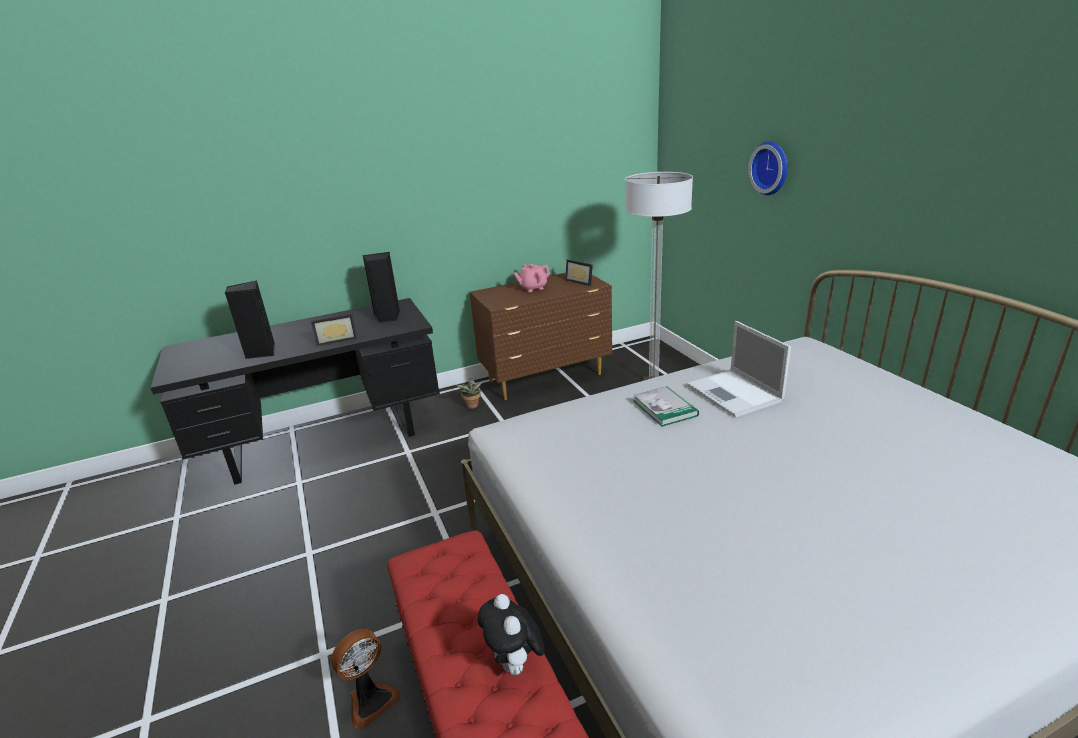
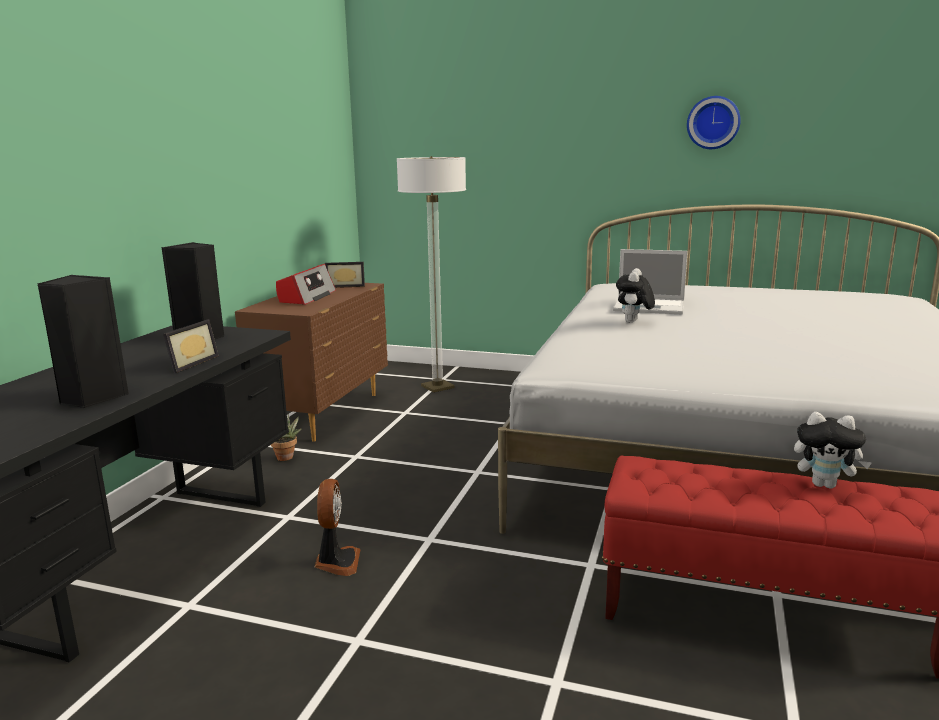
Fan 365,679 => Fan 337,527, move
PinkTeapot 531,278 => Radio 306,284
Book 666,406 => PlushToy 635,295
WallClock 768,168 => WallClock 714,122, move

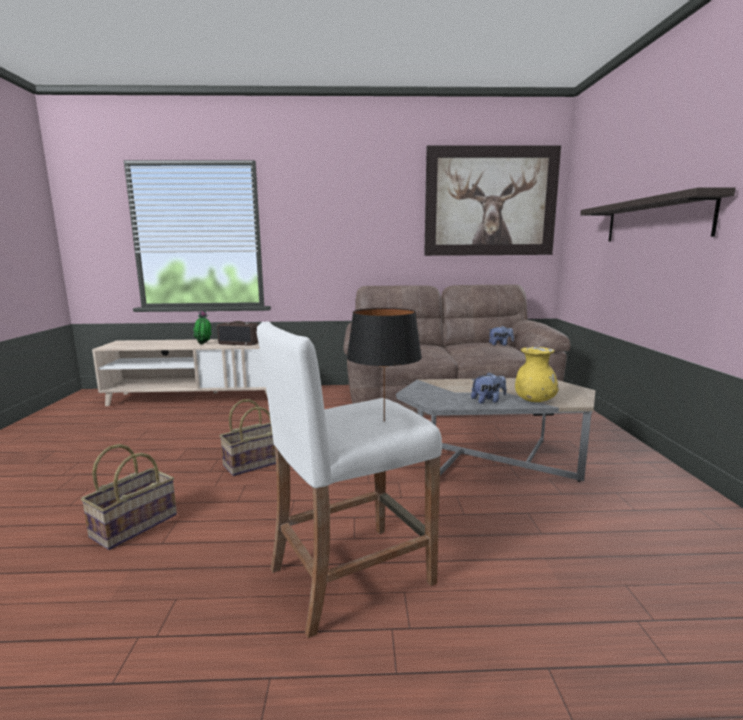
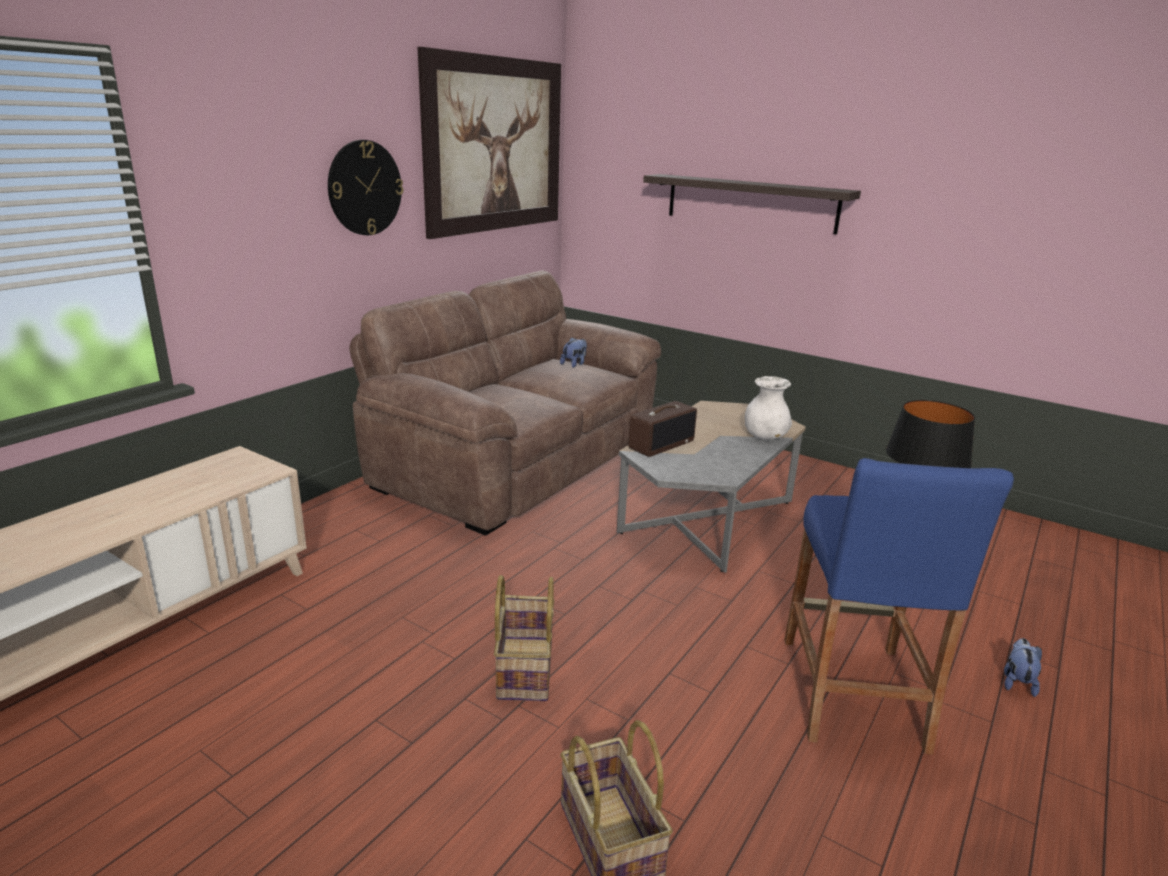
PottedPlant 202,327 => nothing
Radio 238,333 => Radio 662,429, move
WhiteStool 349,480 => BlueStool 899,606
PlushToy 488,388 => PlushToy 1023,667, move
YellowVase 536,374 => WhiteVase 768,408
nothing => WallClock 365,187

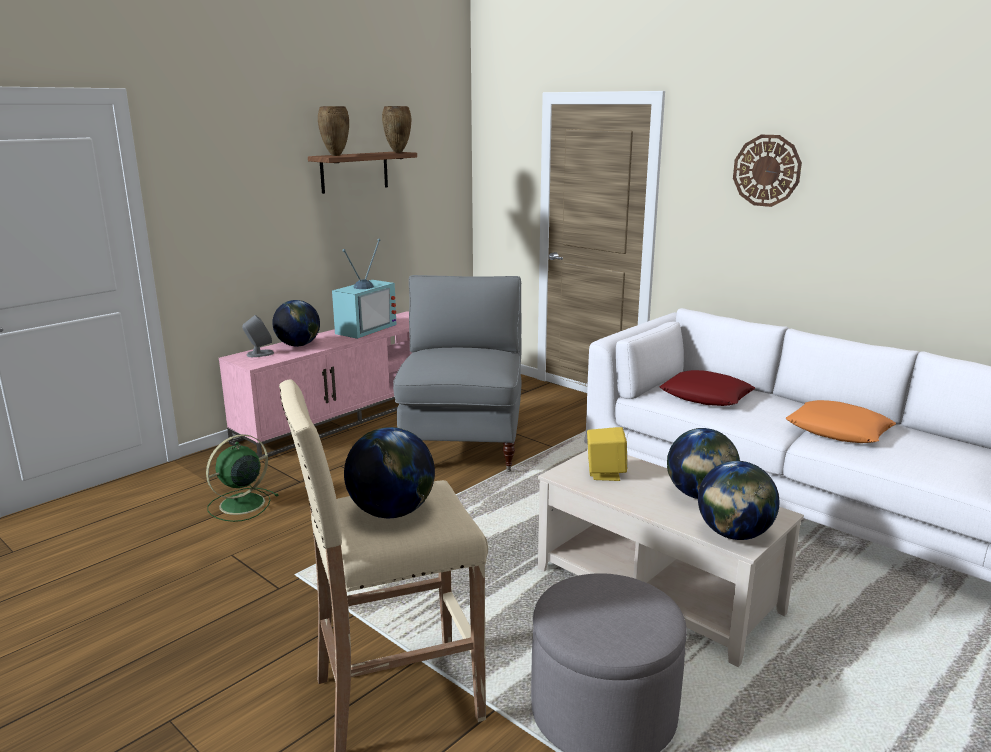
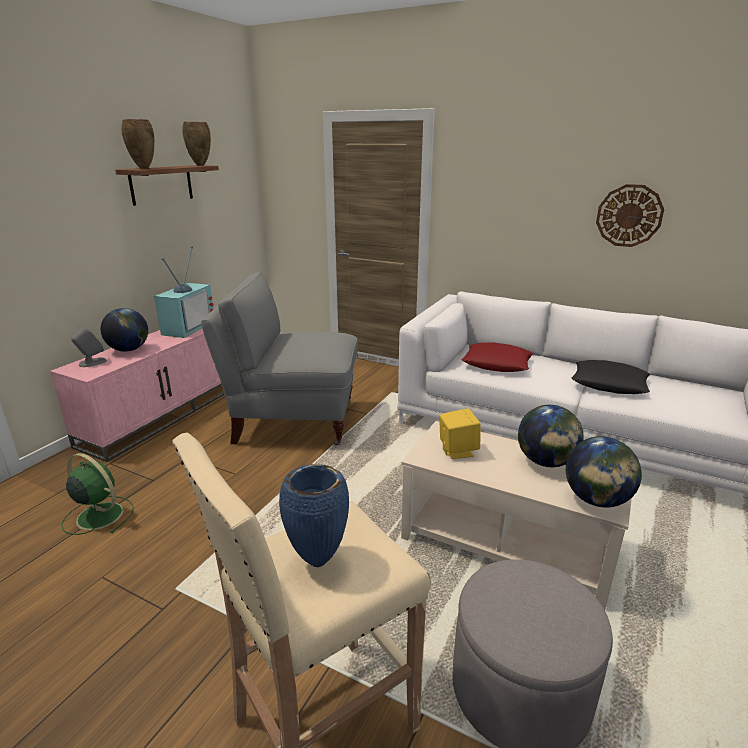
GreenFan 242,478 => GreenFan 97,494, 90 degrees clockwise
Globe 389,472 => BlueVase 314,515
GreyArmchair 457,373 => GreyArmchair 279,359, 75 degrees counterclockwise
WallClock 767,171 => WallClock 630,215, move
OrangePillow 841,421 => BlackPillow 610,377

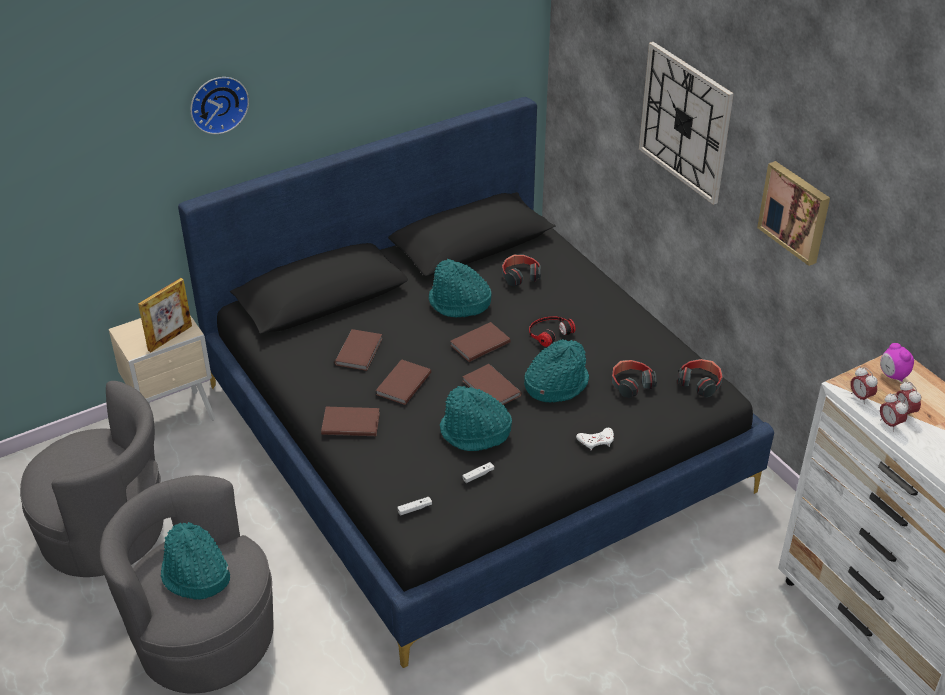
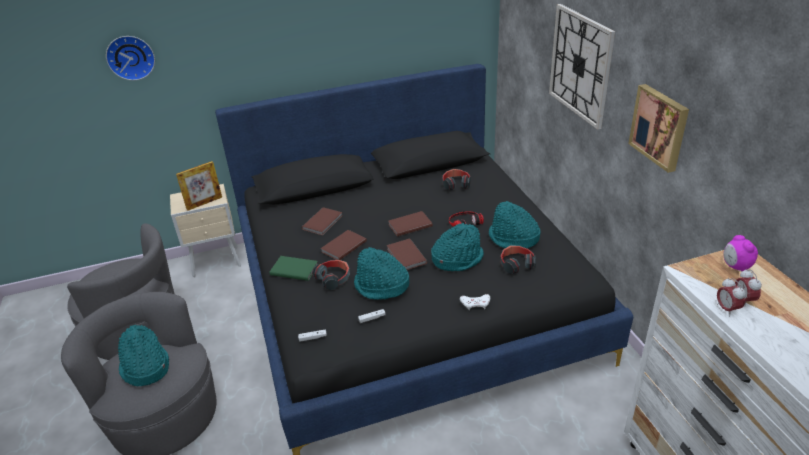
WallClock 219,105 => WallClock 130,58, move
BrownBook 350,421 => GreenBook 294,268
TurquoiseHat 460,288 => TurquoiseHat 515,224, move
Headphones 700,378 => Headphones 331,275, move
AlarmClock 864,386 => nothing

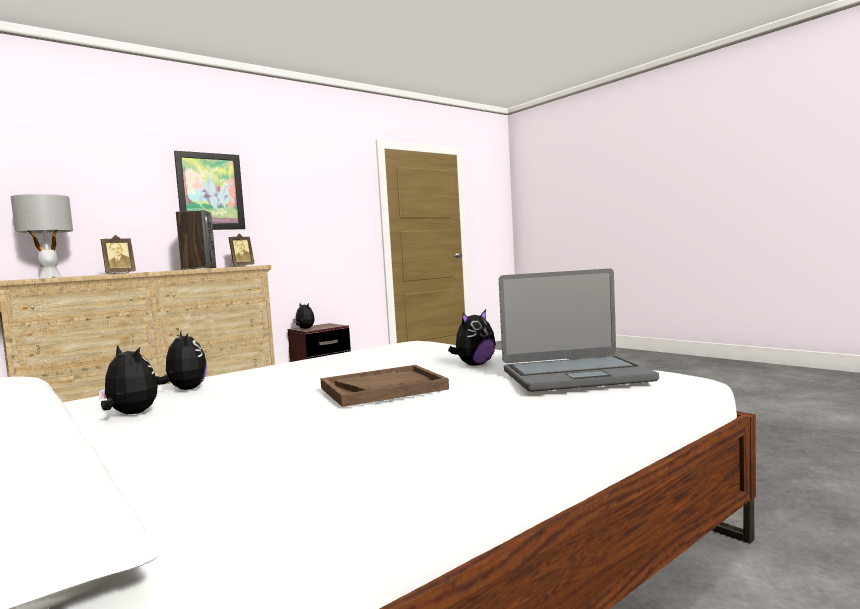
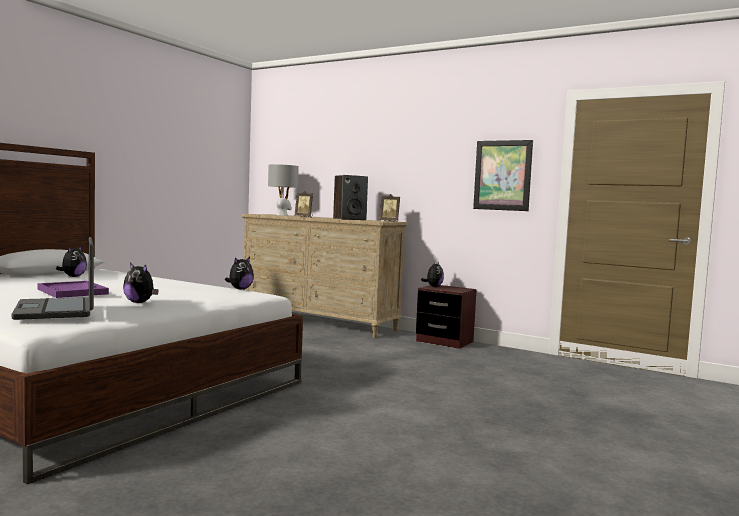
PlushToy 181,360 => PlushToy 239,273, move
Picture 209,190 => Picture 503,175, move
BrownTray 384,386 => PurpleTray 73,289

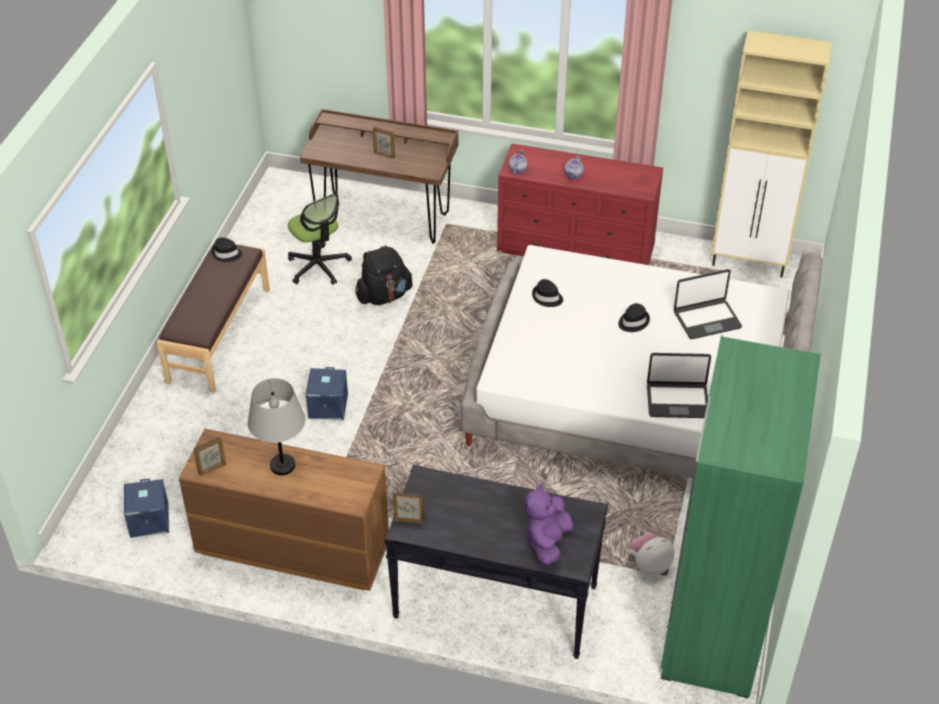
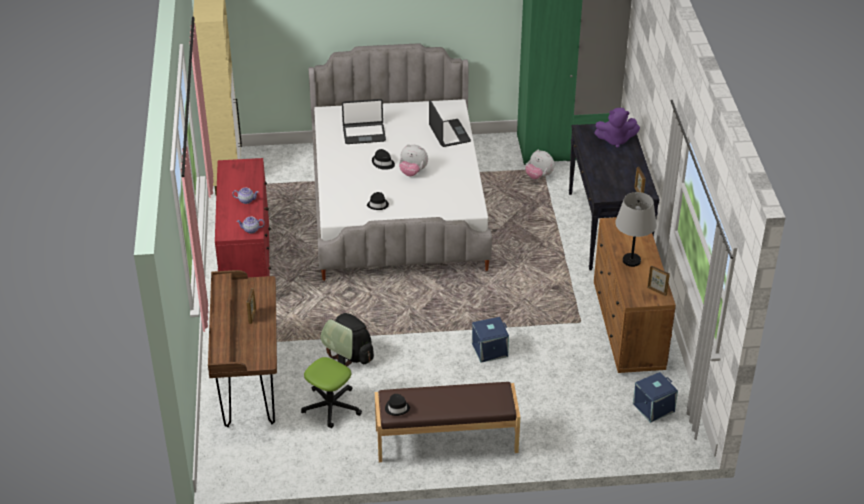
Laptop 708,304 => Laptop 364,121, 120 degrees clockwise
nothing => PlushToy 413,160

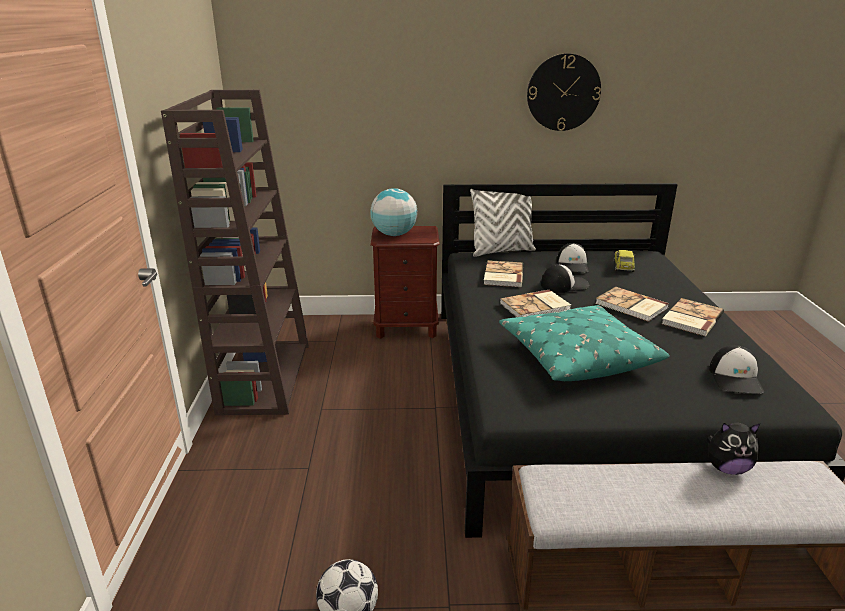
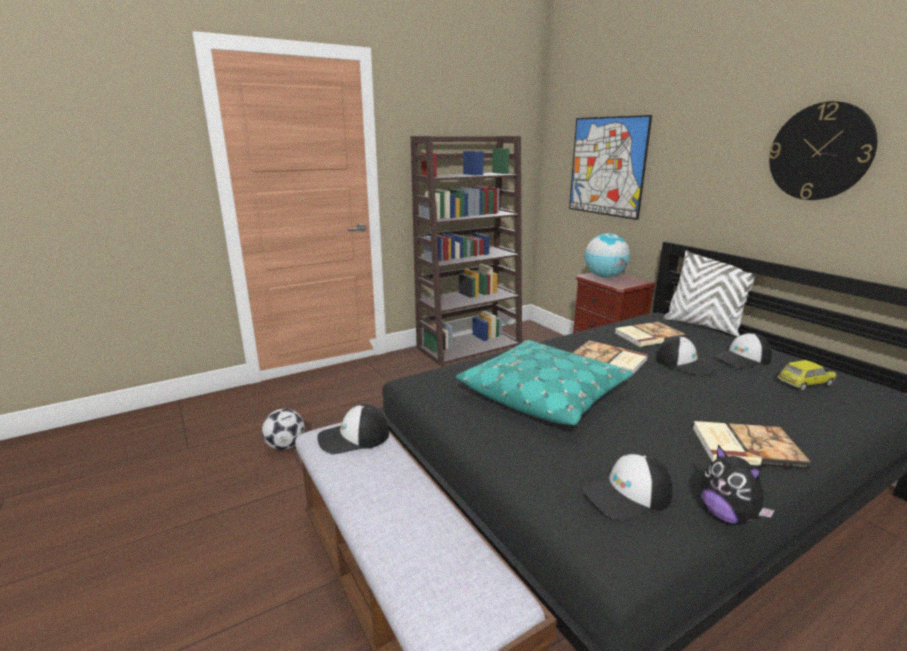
Book 632,304 => nothing
PlushToy 733,449 => PlushToy 737,485, move
nothing => Cap 353,428
nothing => Picture 610,167

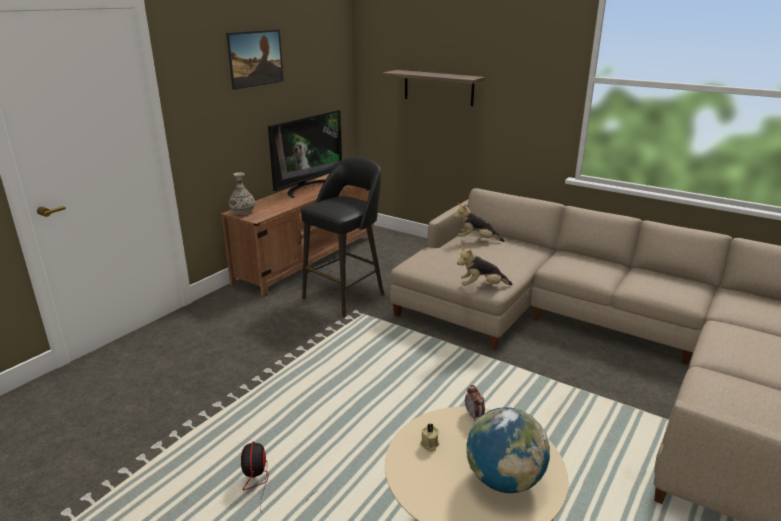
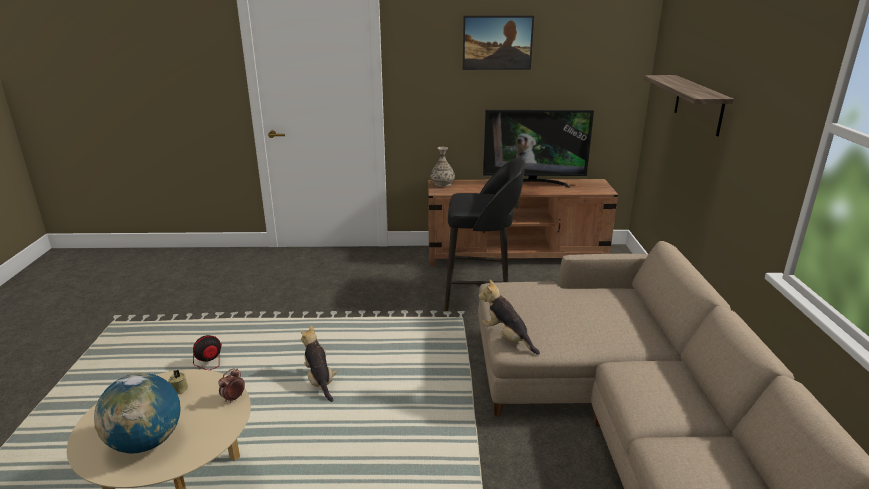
PlushToy 479,222 => PlushToy 319,363, move

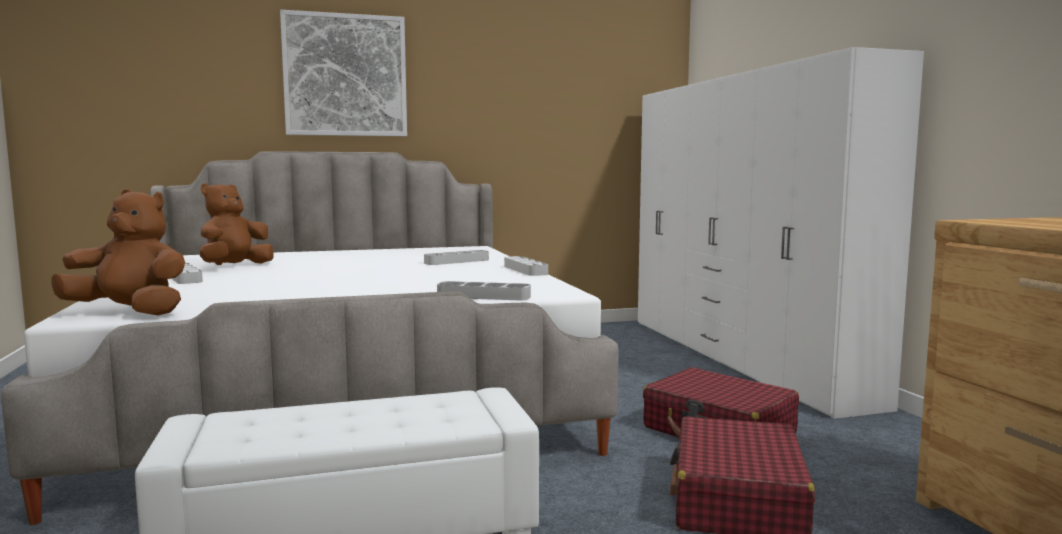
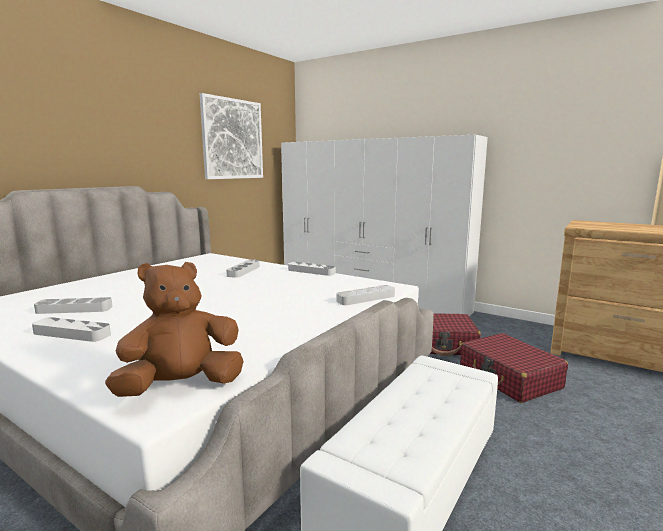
BrownPlushToy 237,224 => GreyTray 73,305
Picture 343,73 => Picture 231,136, move

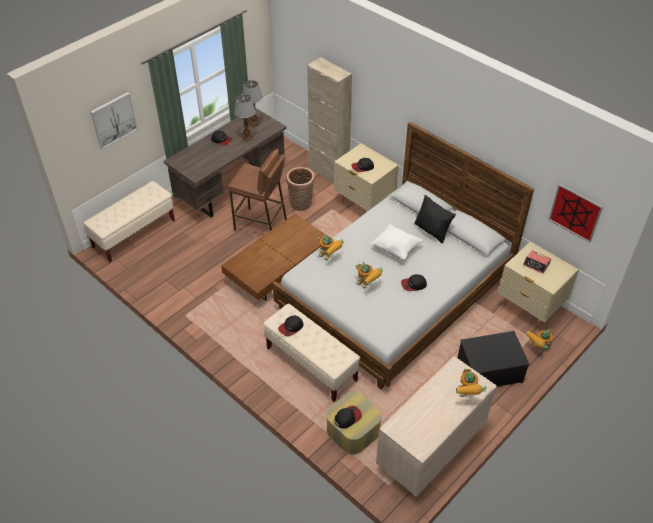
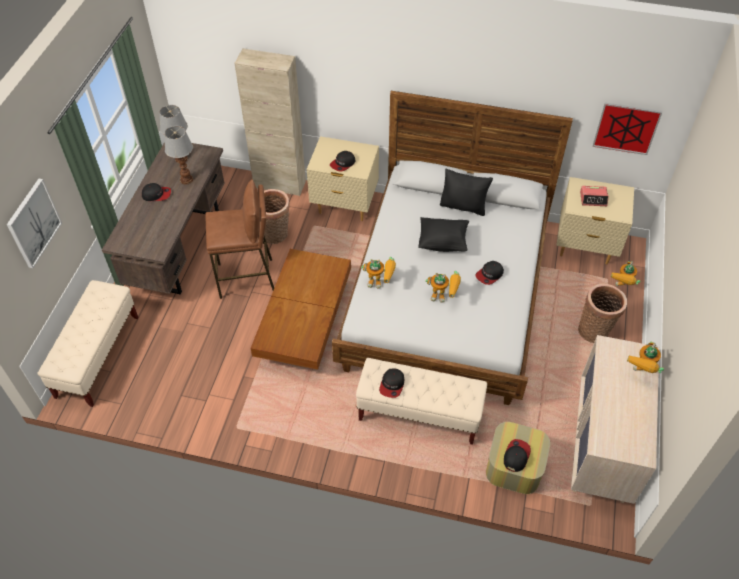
WhitePillow 398,242 => BlackPillow 443,234
ToyRobot 471,382 => ToyRobot 645,357, 60 degrees clockwise
StorageBox 494,359 => Basket 602,313

